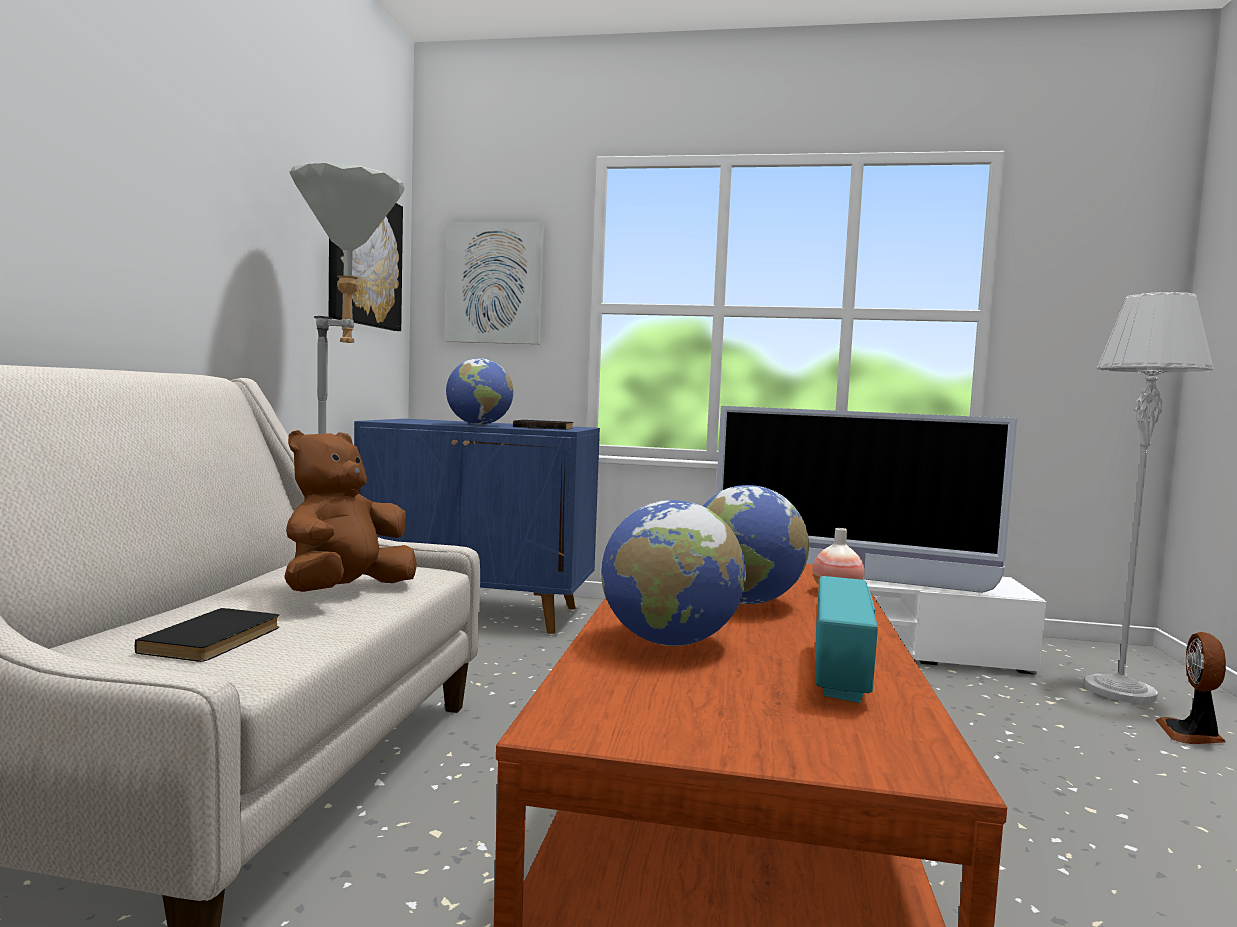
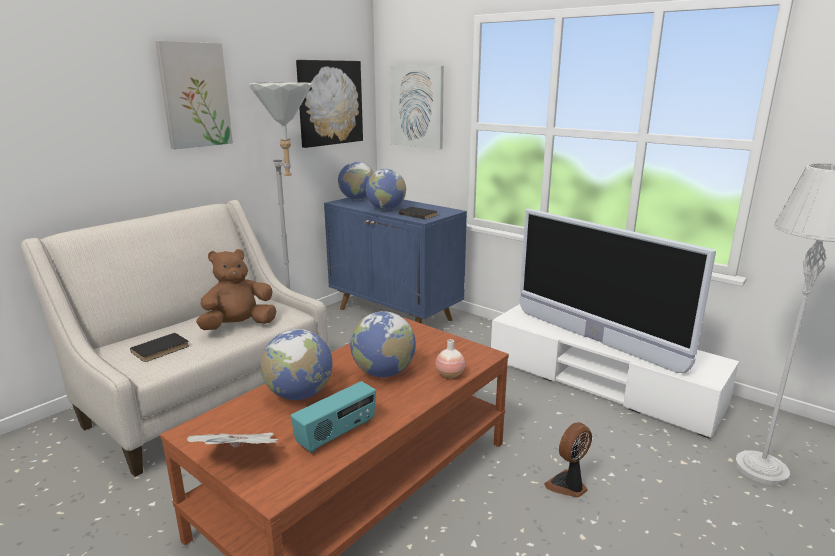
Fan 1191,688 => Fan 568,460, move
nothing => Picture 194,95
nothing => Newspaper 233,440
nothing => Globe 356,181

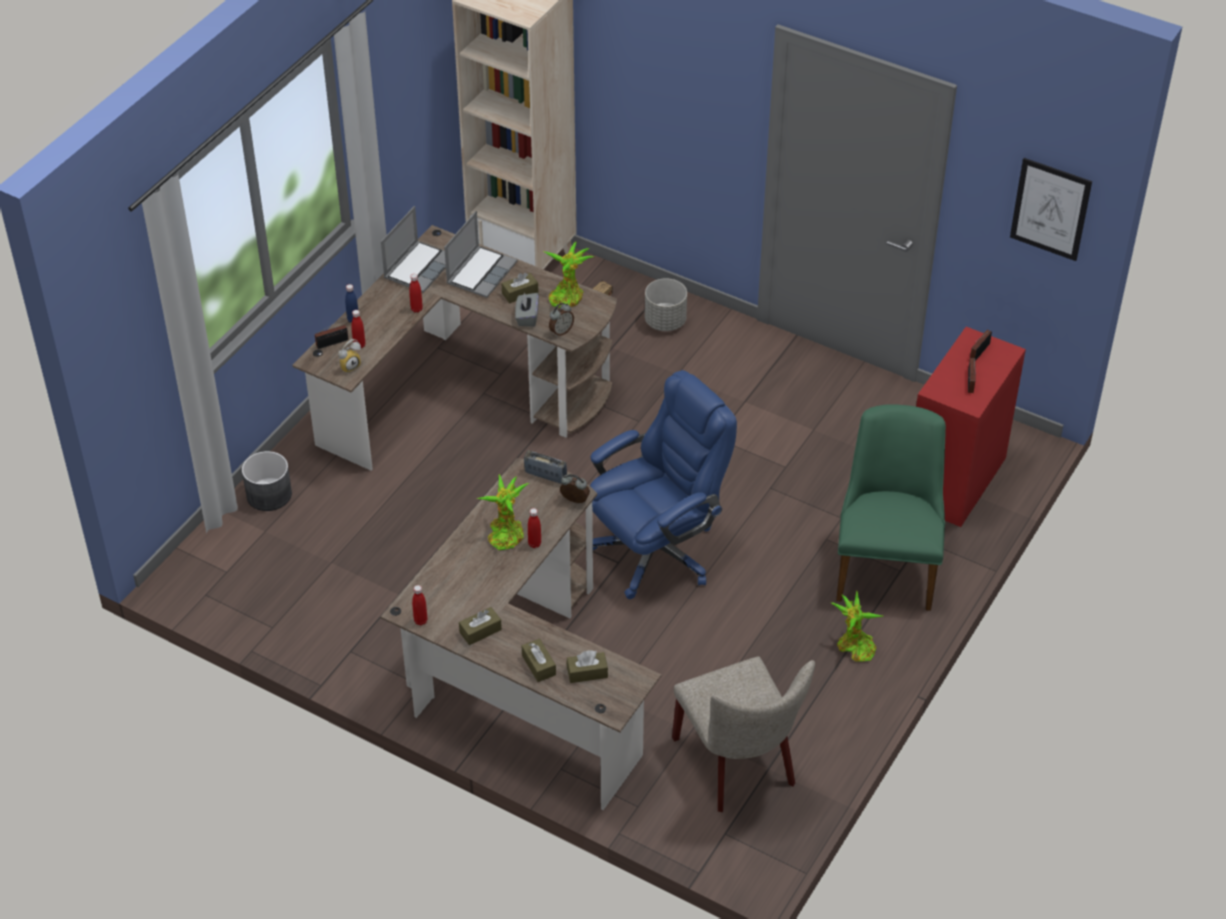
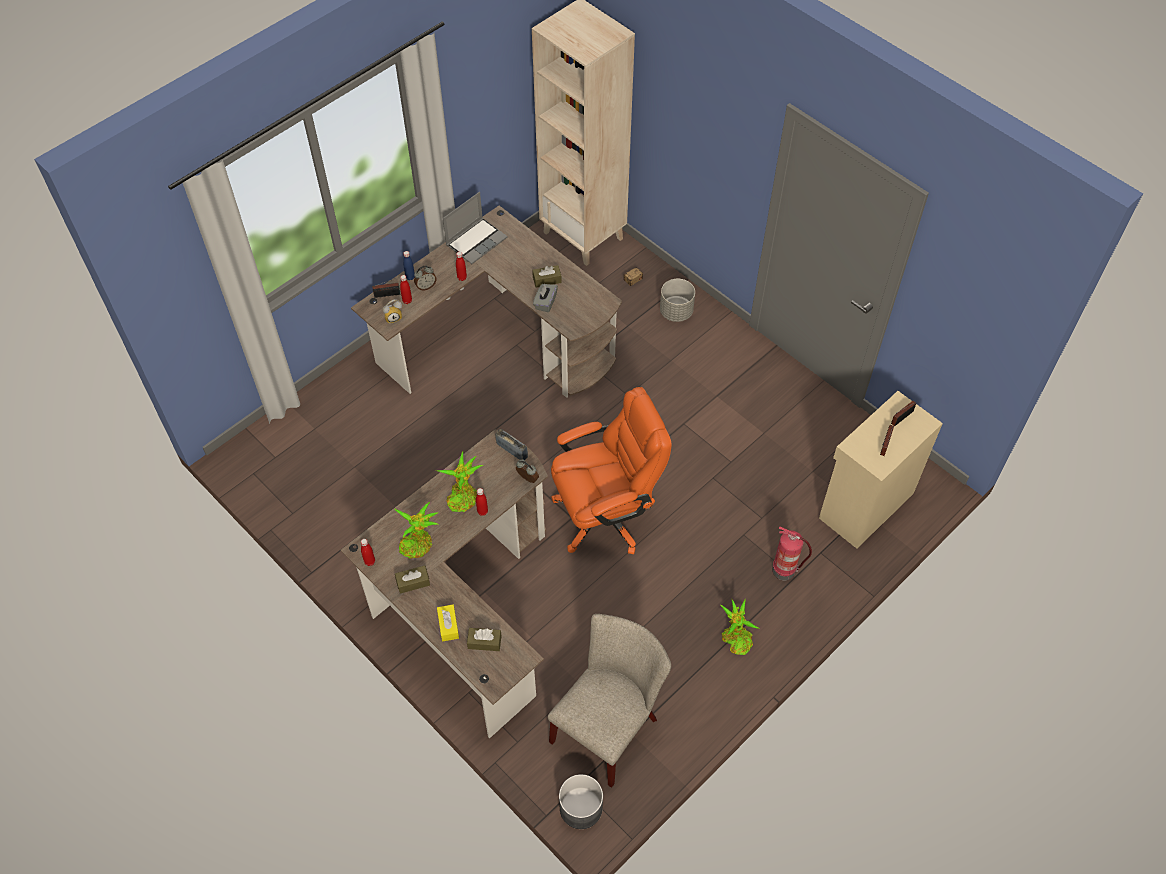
GreyPlanter 267,481 => GreyPlanter 581,801, move
Laptop 480,254 => nothing
BrownTissueBox 539,660 => YellowTissueBox 448,623
PottedPlant 569,275 => PottedPlant 417,530, move
AlarmClock 561,320 => AlarmClock 425,278, move
BlueOfficeChair 663,484 => OrangeOfficeChair 611,470
BeigeChair 743,734 => BeigeChair 609,701, 135 degrees counterclockwise
GreenChair 891,507 => FireExtinguisher 792,553
RedCabinet 971,427 => BeigeCabinet 881,470
Picture 1051,209 => nothing

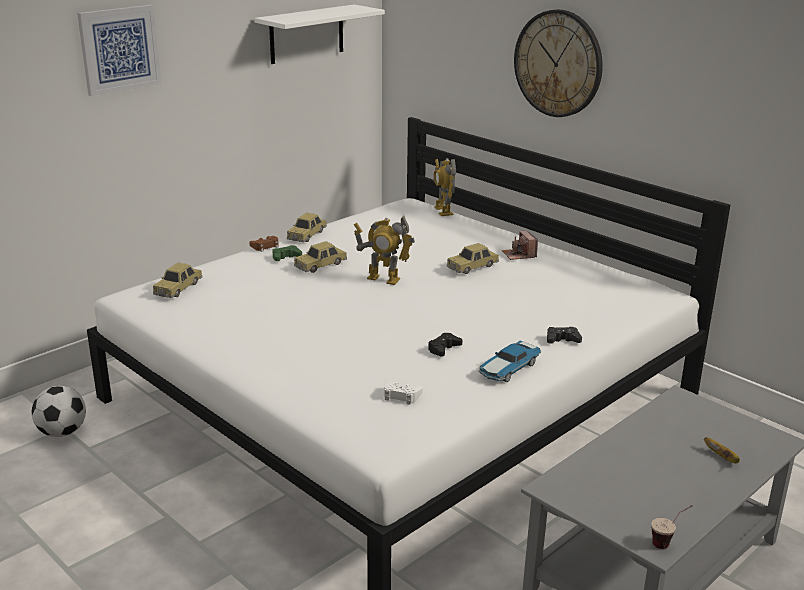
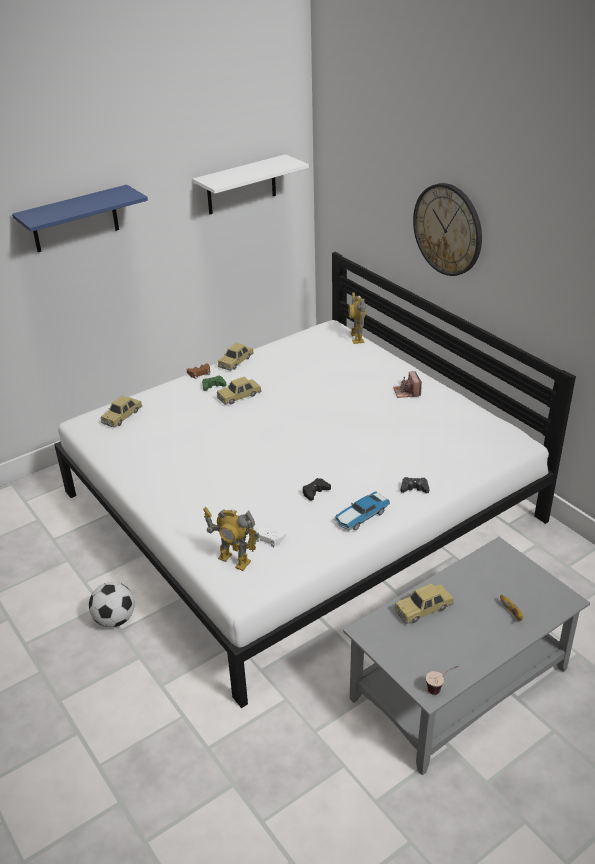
Football 59,411 => Football 112,604, move
Picture 119,50 => BlueShelf 80,218
ToyRobot 384,250 => ToyRobot 231,539, move
ToyCar 473,258 => ToyCar 424,603, move

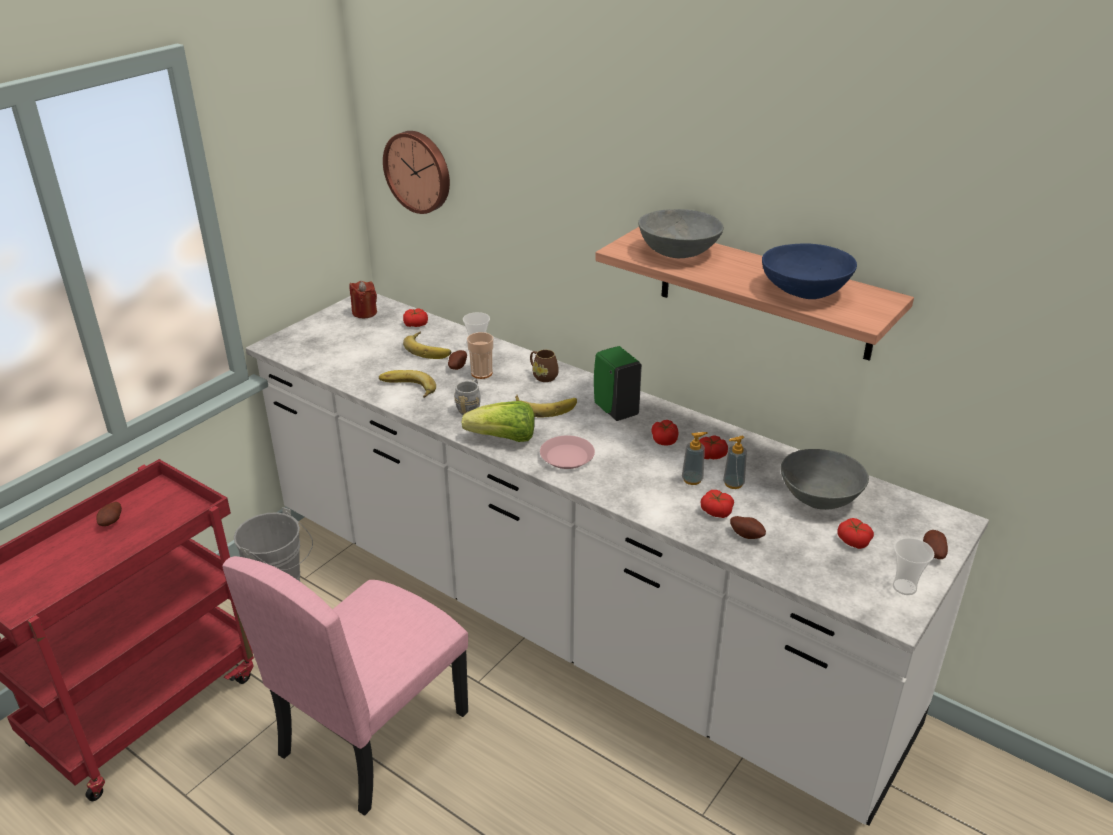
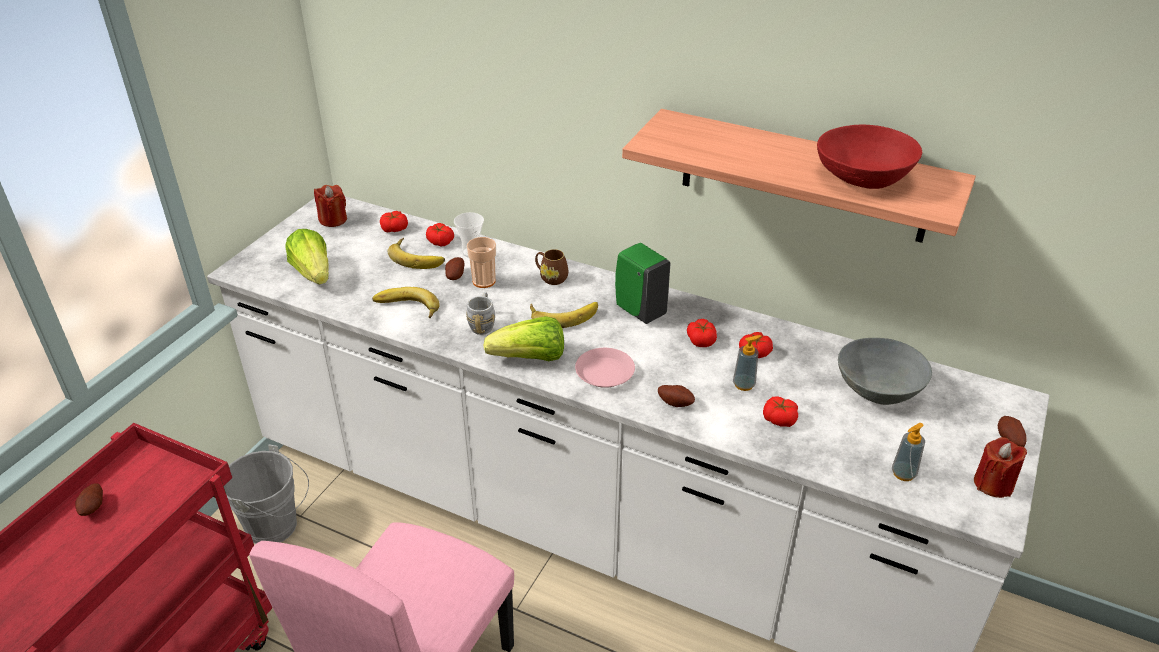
WallClock 416,172 => nothing
GreyBowl 681,233 => nothing
SoapDispenser 735,462 => SoapDispenser 908,452, move
Potato 748,527 => Potato 676,396, move
BlueBowl 809,271 => RedBowl 869,157
Tomato 855,533 => Tomato 440,235, move
Cup 913,566 => RedCandle 1000,467
nothing => Lettuce 307,257

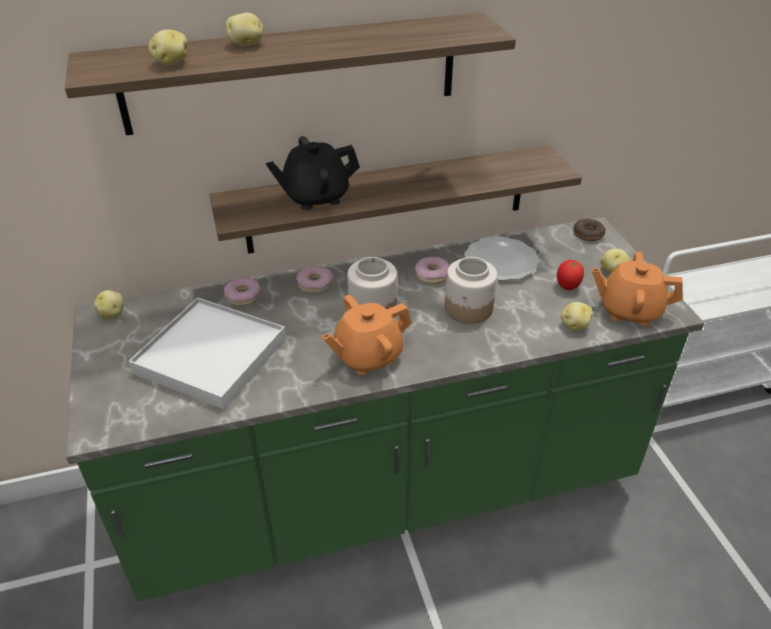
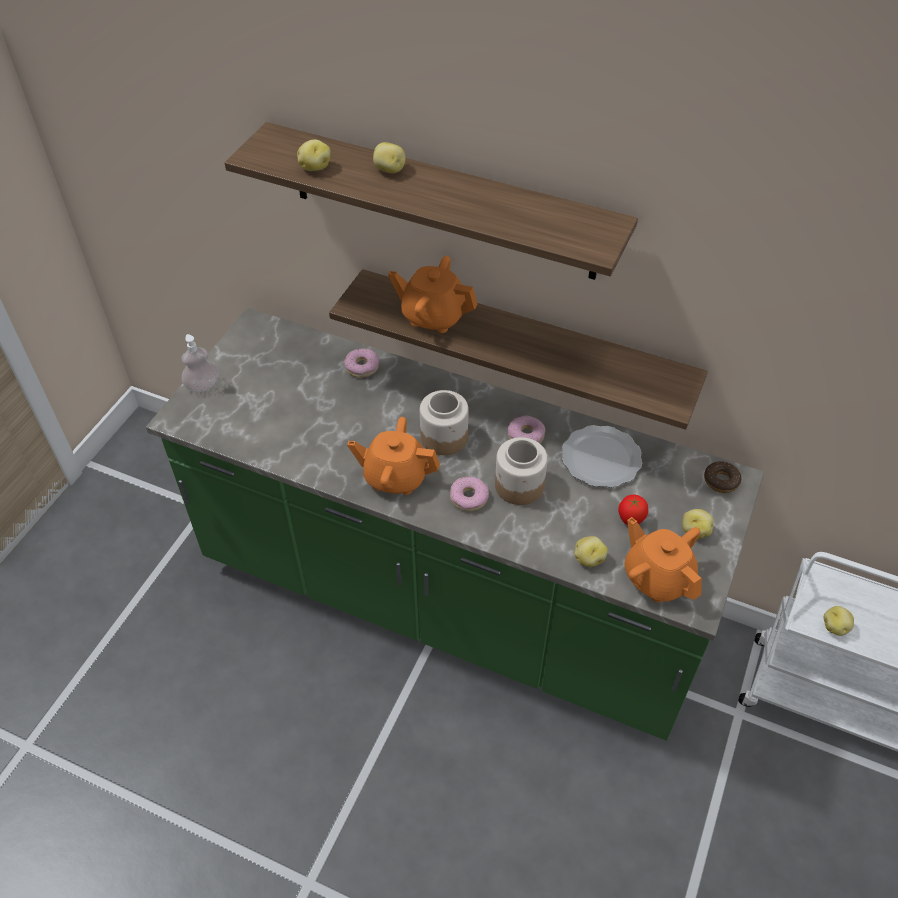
Potato 109,304 => Potato 839,621, move
WhiteTray 207,353 => nothing
BlackTeapot 313,173 => OrangeTeapot 433,294
Donut 314,279 => Donut 469,493, move
nothing => SoapDispenser 200,363

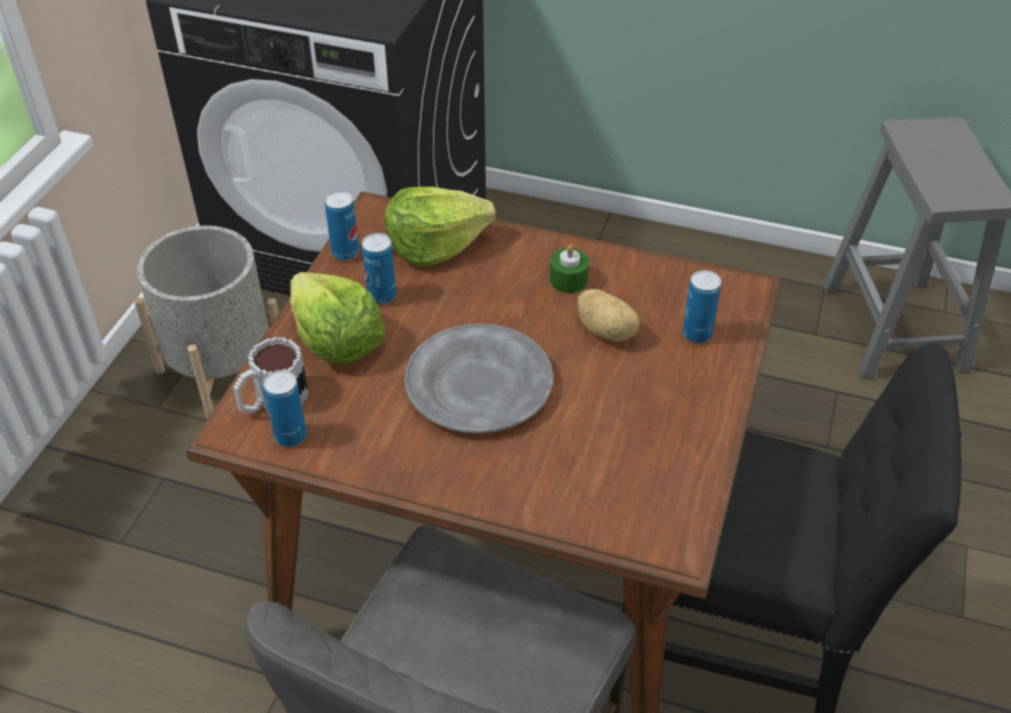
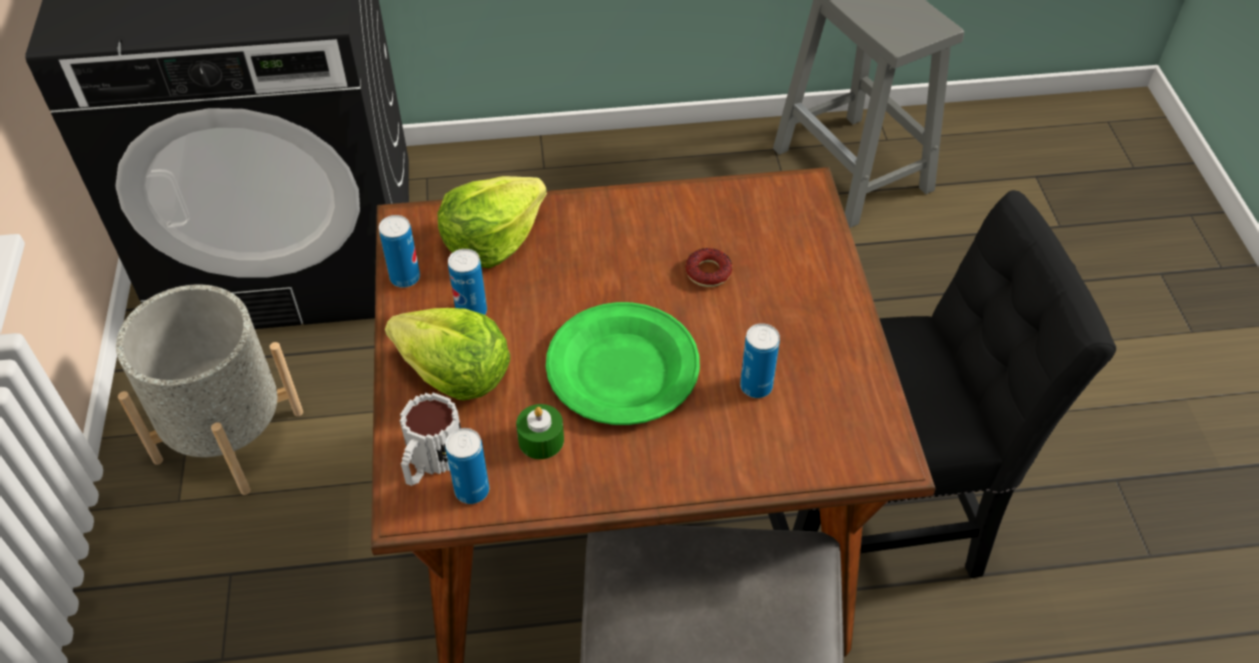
GreyPlate 478,378 => GreenPlate 623,363
GreenCandle 569,268 => GreenCandle 540,431, move
Potato 608,315 => Donut 708,267
Can 701,306 => Can 760,360, move

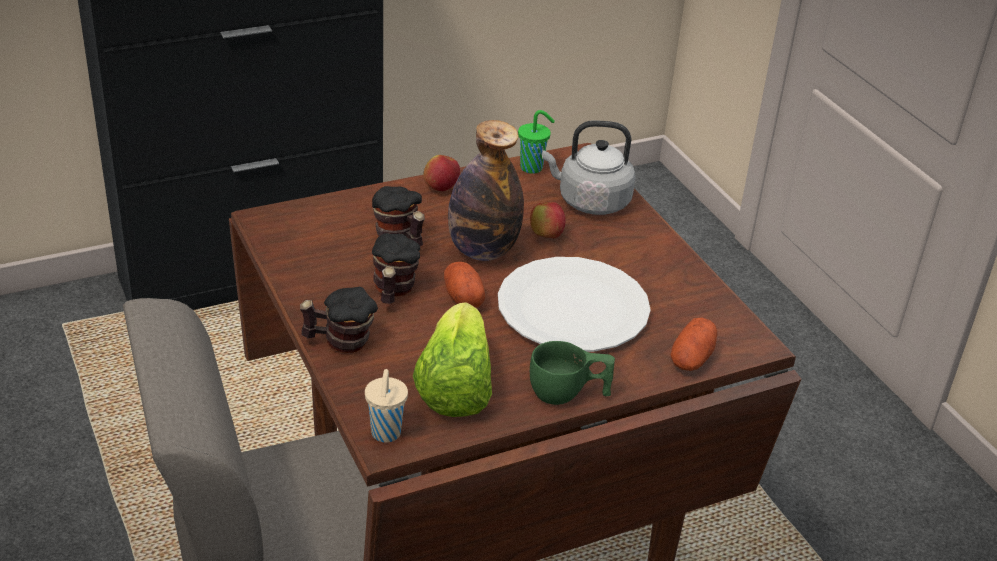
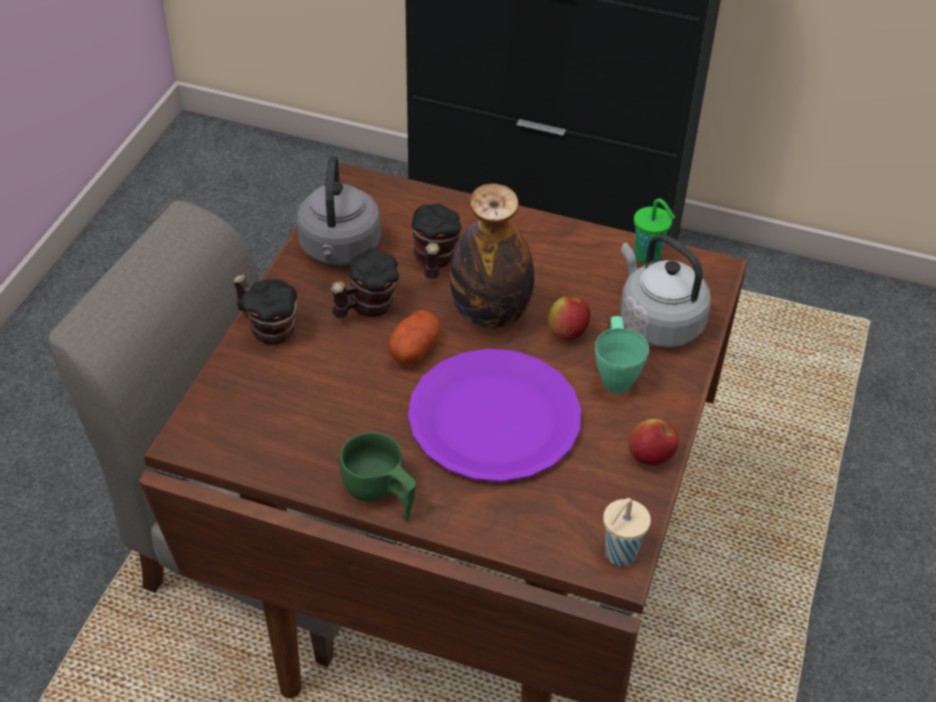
BeigeCup 386,406 => BeigeCup 627,532, move
Lettuce 452,359 => nothing
Apple 441,173 => Apple 654,442, move
WhitePlate 574,304 => PurplePlate 494,415
Potato 694,344 => nothing
nothing => GreyKettle 338,210
nothing => GreenMug 622,355

